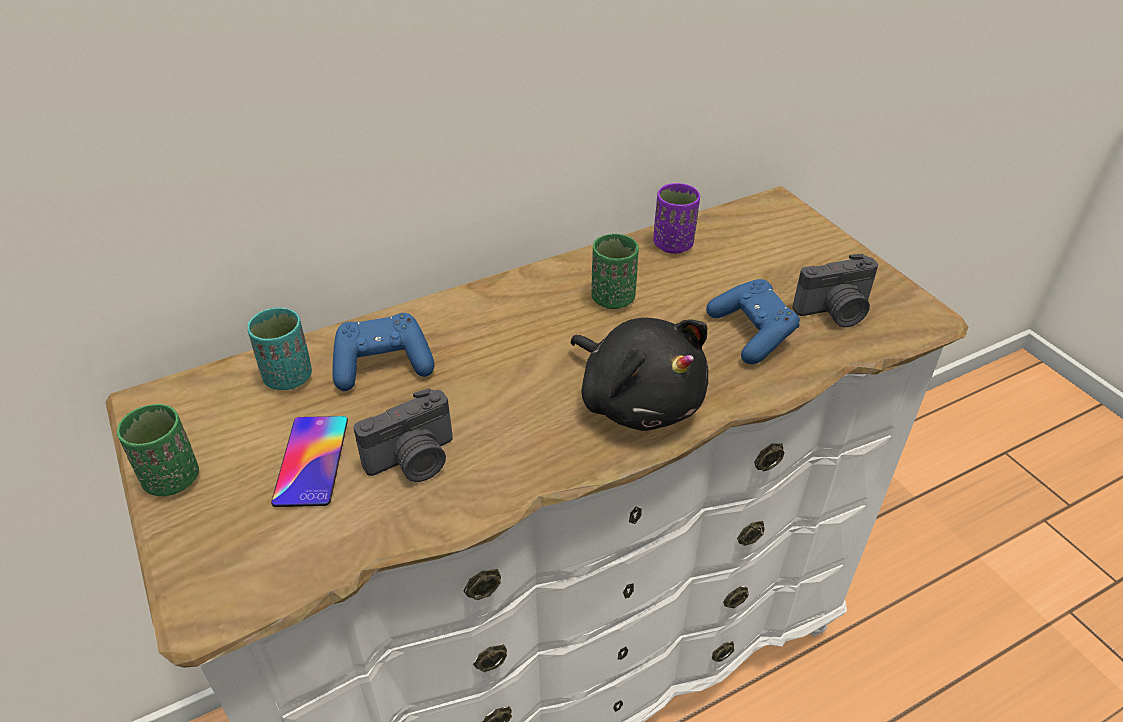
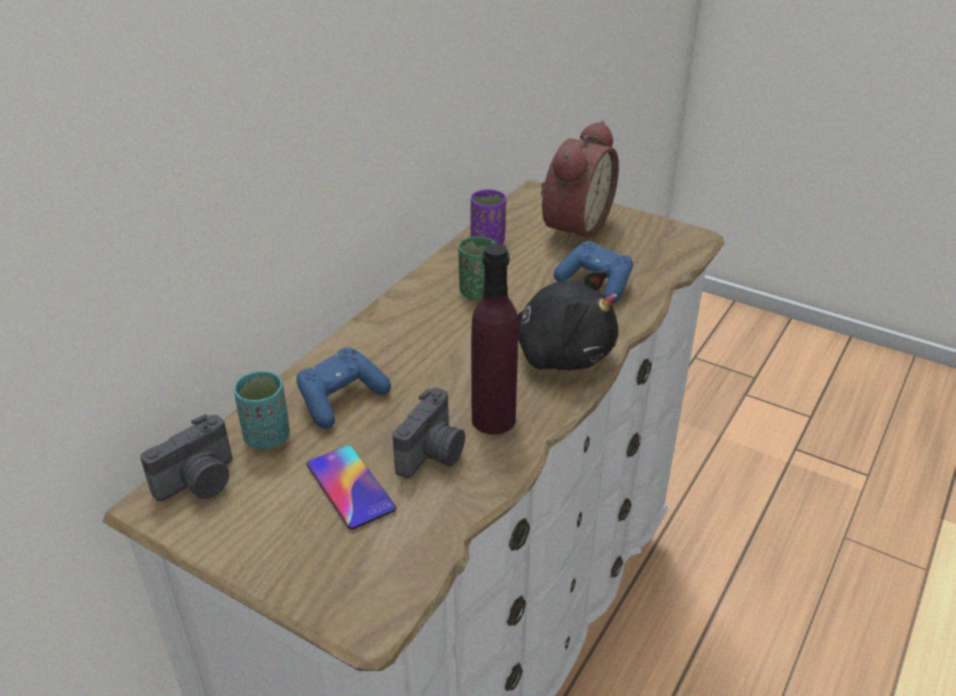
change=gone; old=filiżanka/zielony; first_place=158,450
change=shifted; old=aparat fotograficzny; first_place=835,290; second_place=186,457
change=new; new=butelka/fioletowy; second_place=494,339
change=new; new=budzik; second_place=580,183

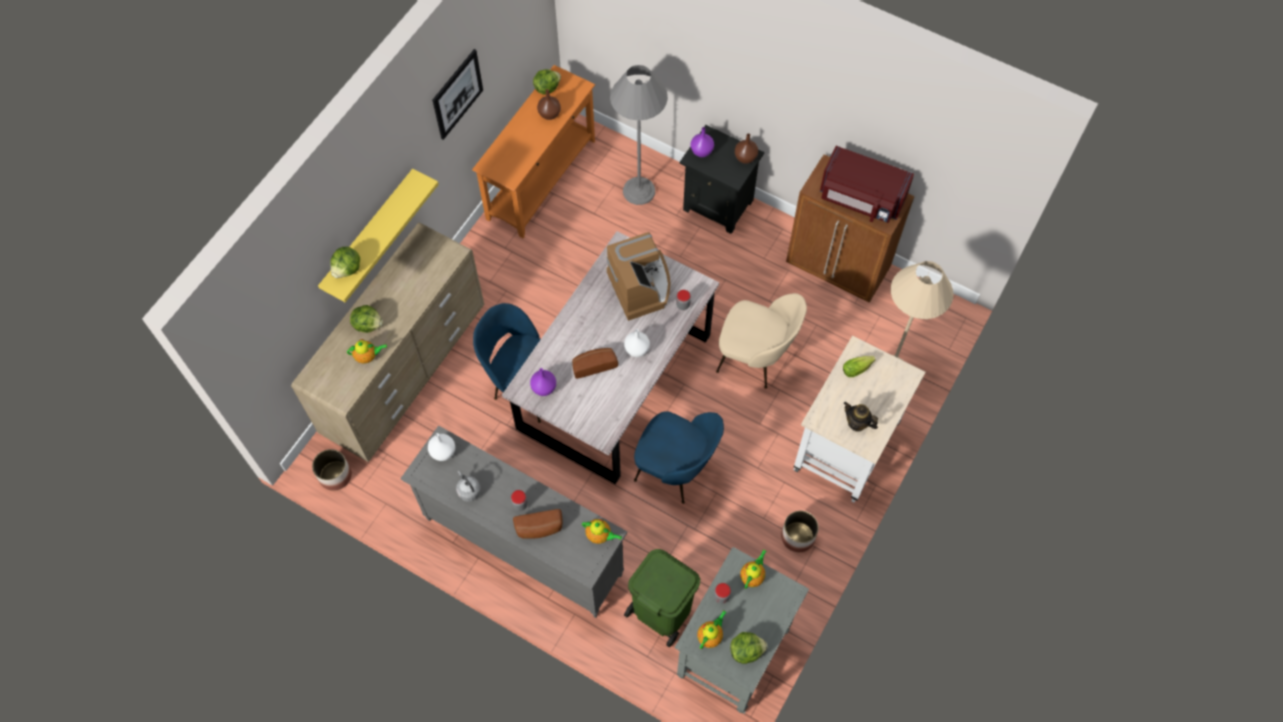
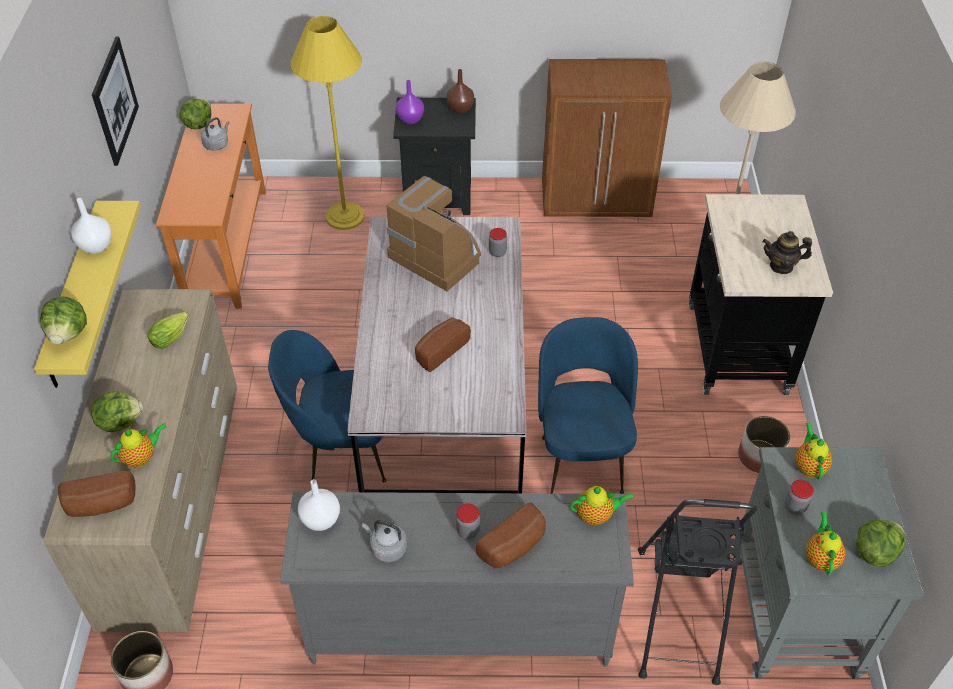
change=gone; old=wazon/fioletowy; first_place=543,382
change=swapped; old=wazon/brązowy; new=czajnik/szary; first_place=549,104; second_place=215,134
change=repainted; old=lampa stojąca/szary; new=lampa stojąca/żółty; first_place=639,135; second_place=328,123
change=shifted; old=wazon/biały; first_place=637,343; second_place=91,226
change=swapped; old=kosz na śmieci/zielony; new=drabinka; first_place=662,598; second_place=697,592
change=rotated; old=krzesło/niebieski; first_place=679,457; second_place=588,405; degrees=-90
change=gone; old=krzesło/beżowy; first_place=761,341
change=repainted; old=wózek/biały; new=wózek/czarny; first_place=859,418; second_place=761,294
change=gone; old=mikrofalówka/czerwony; first_place=867,184
change=shifted; old=sałata; first_place=859,366; second_place=168,330
change=new; new=chleb; second_place=96,494

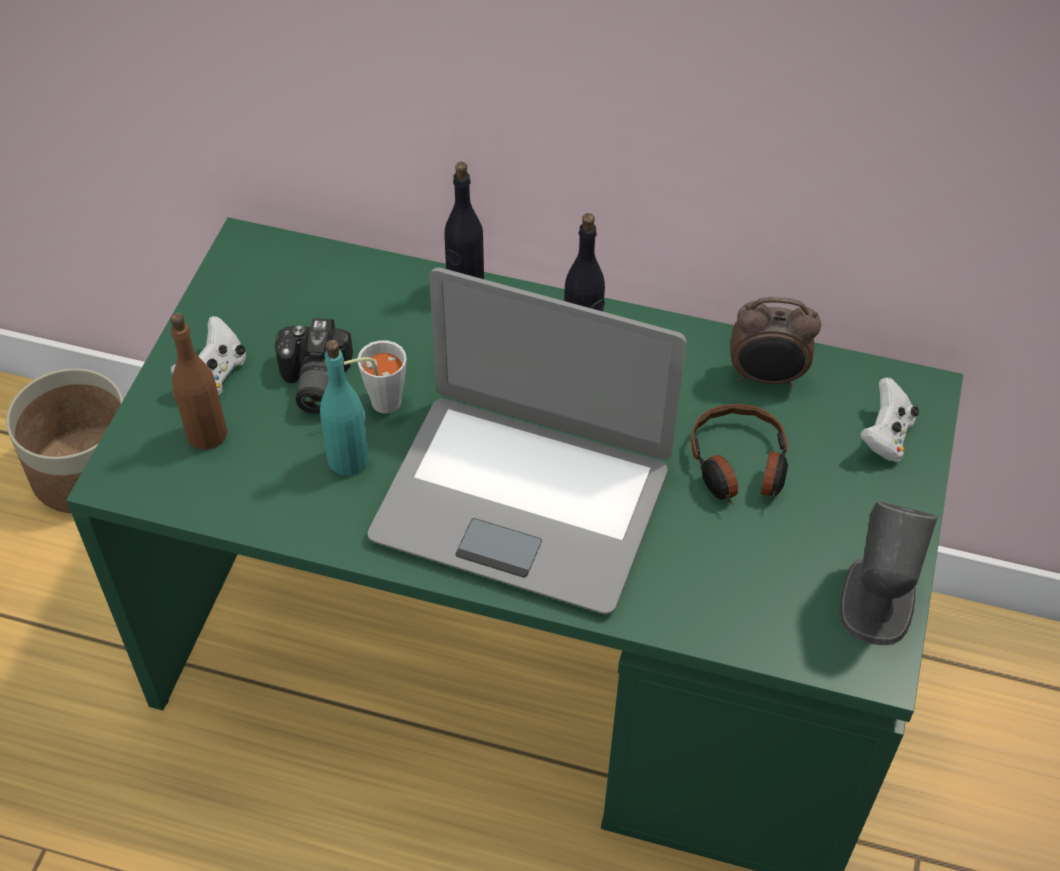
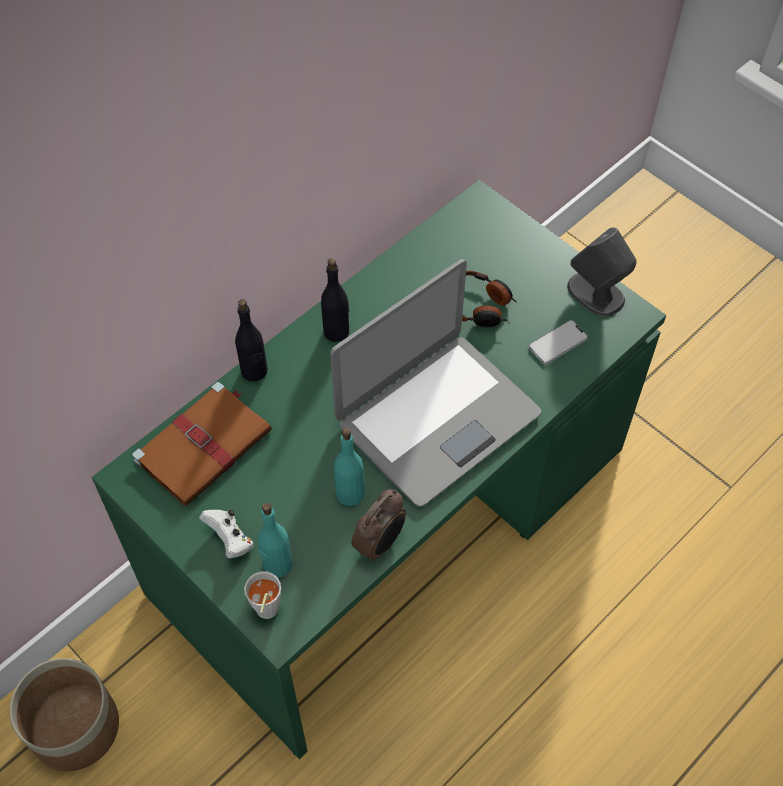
change=repainted; old=butelka/brązowy; new=butelka/turkusowy; first_place=198,381; second_place=275,540
change=gone; old=aparat fotograficzny; first_place=314,366
change=shifted; old=filiżanka/szary; first_place=375,377; second_place=262,595
change=shifted; old=budzik; first_place=775,342; second_place=379,525
change=gone; old=pad do gier/biały; first_place=889,420
change=new; new=książka/brązowy; second_place=202,444
change=new; new=telefon; second_place=558,342

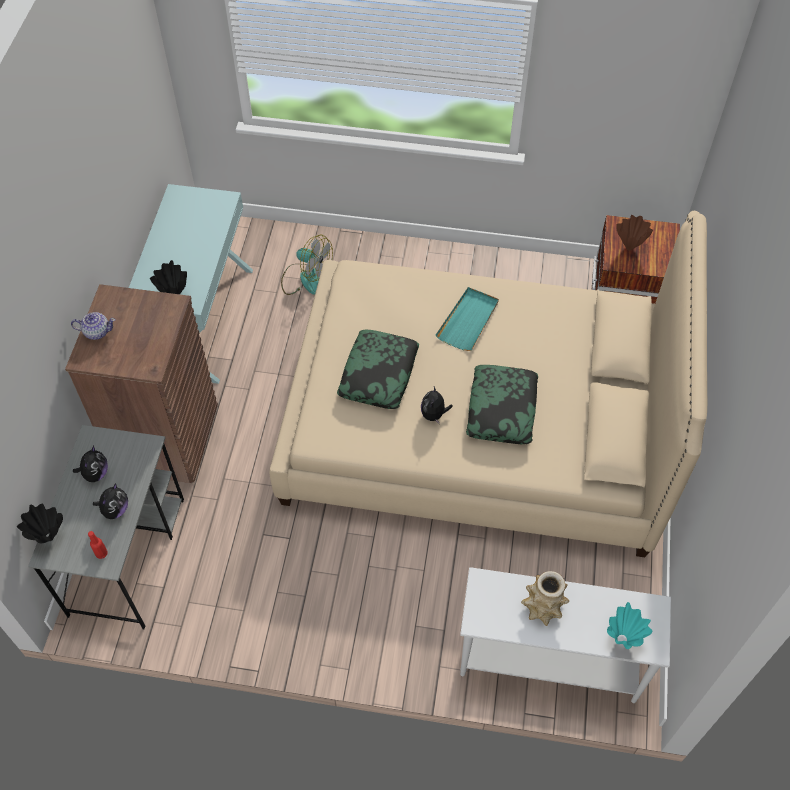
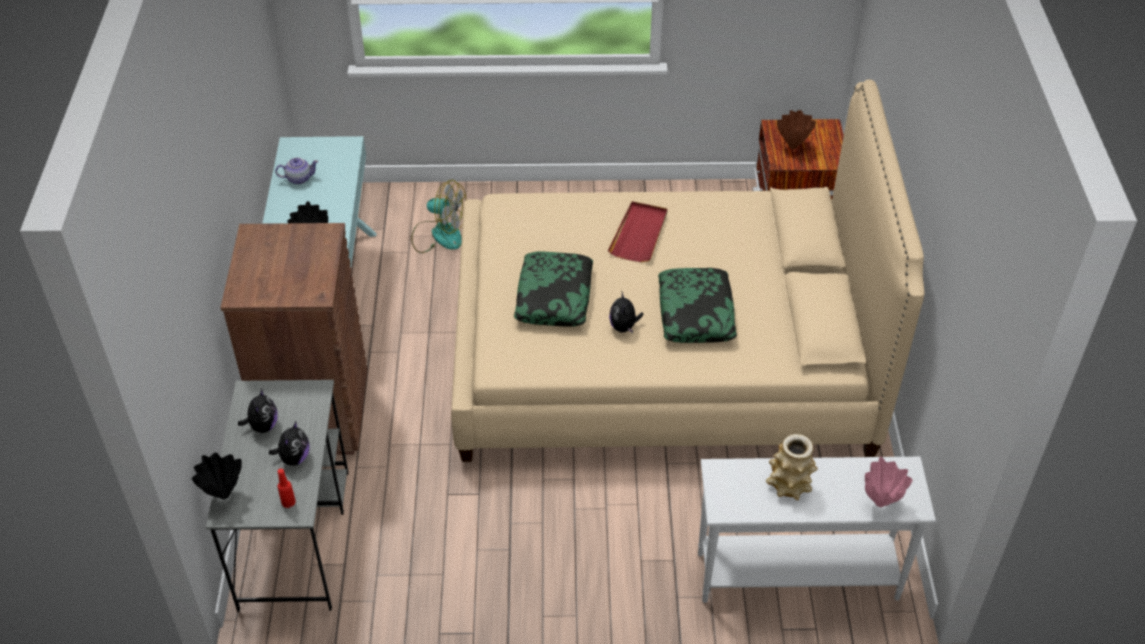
change=shifted; old=imbryk; first_place=93,326; second_place=297,171
change=repainted; old=taca/turkusowy; new=taca/czerwony; first_place=467,319; second_place=637,231
change=repainted; old=wazon/turkusowy; new=wazon/różowy; first_place=629,625; second_place=889,482

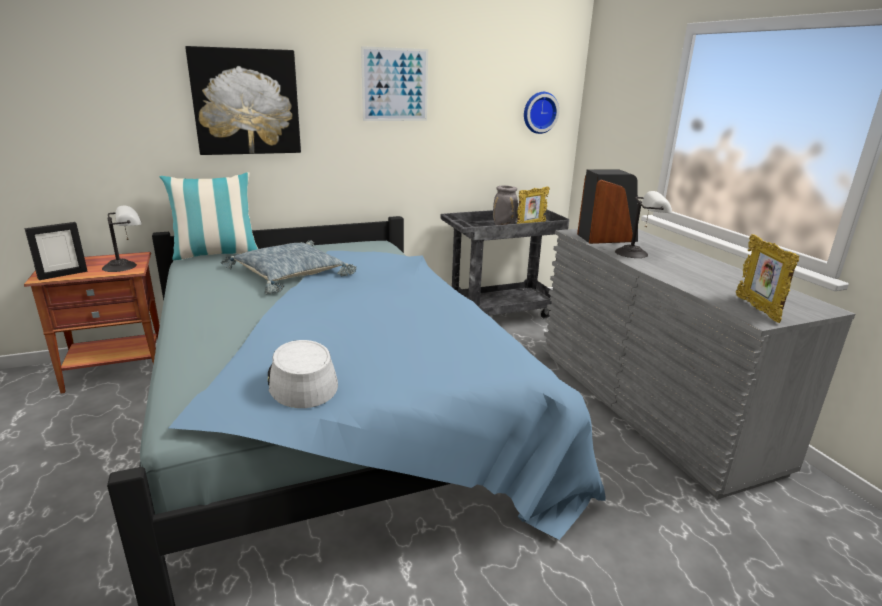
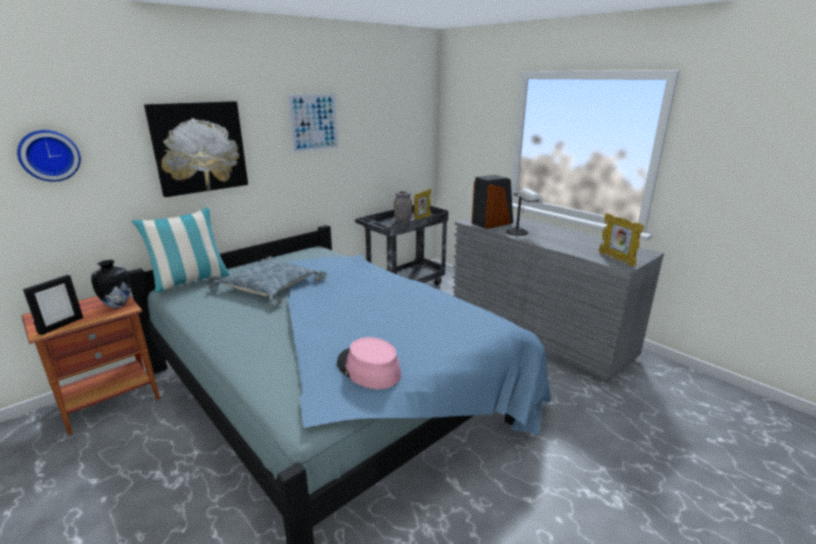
change=swapped; old=lampa stołowa; new=wazon; first_place=122,239; second_place=111,284
change=repainted; old=kapelusz/szary; new=kapelusz/różowy; first_place=303,374; second_place=369,363
change=shifted; old=zegar ścienny; first_place=541,113; second_place=49,156

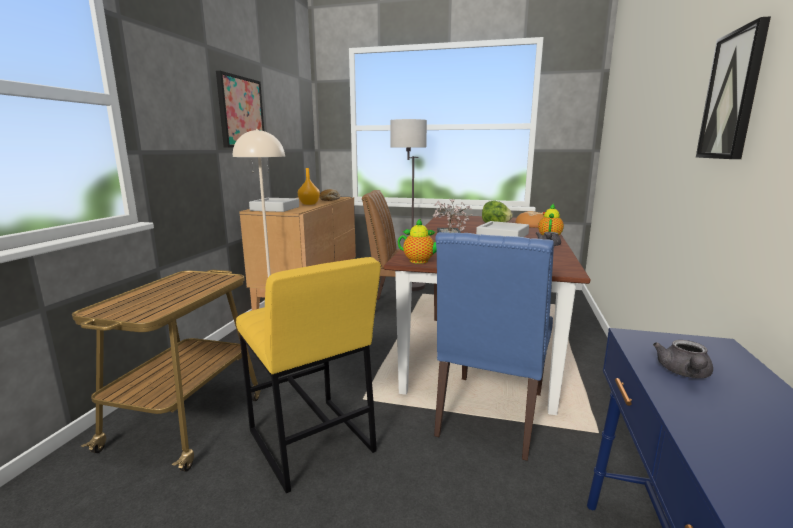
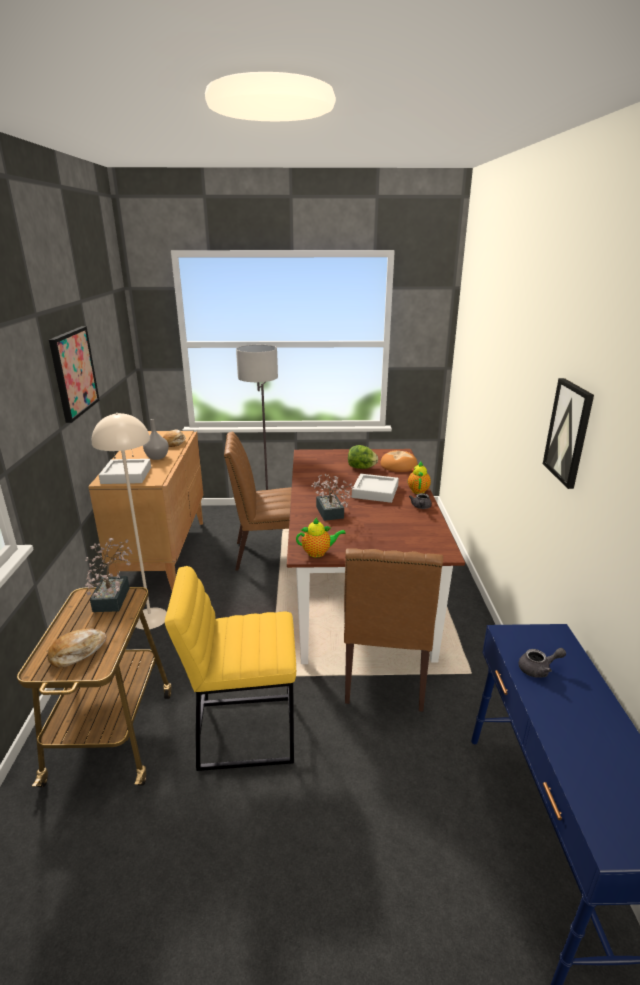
change=rotated; old=krzesło/żółty; first_place=308,375; second_place=230,668; degrees=135
change=repainted; old=wazon/pomarańczowy; new=wazon/szary; first_place=309,186; second_place=156,439
change=repainted; old=krzesło/niebieski; new=krzesło/brązowy; first_place=494,346; second_place=393,630
change=rotated; old=imbryk/szary; first_place=683,359; second_place=542,663; degrees=-105
change=new; new=chleb; second_place=77,648
change=new; new=roślina doniczkowa; second_place=109,575

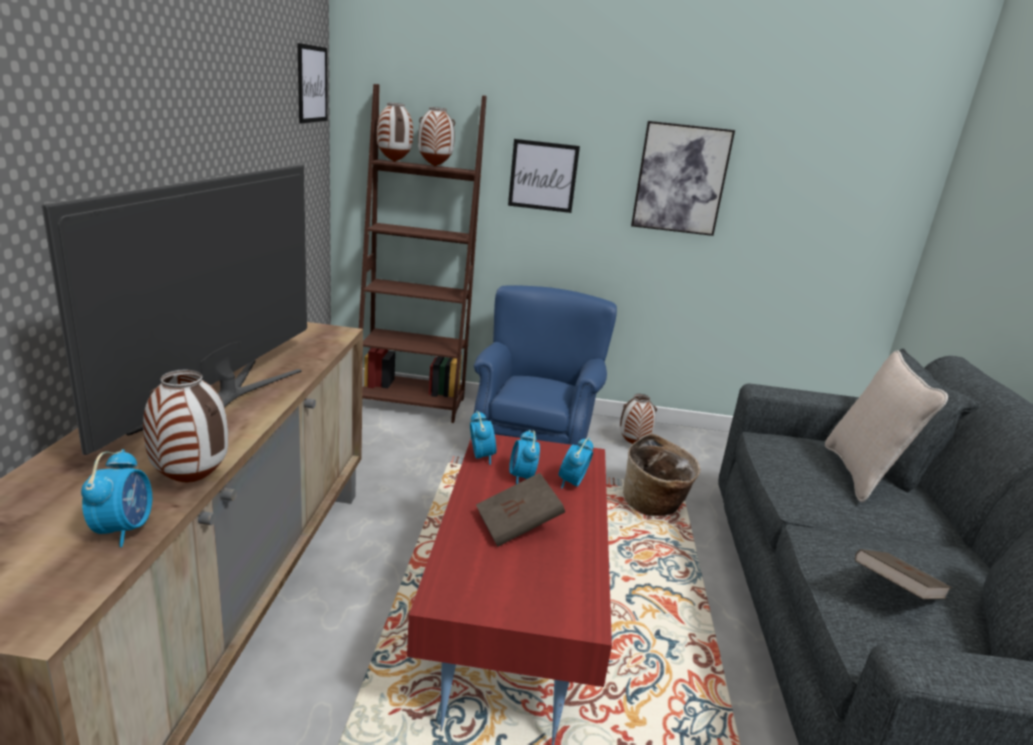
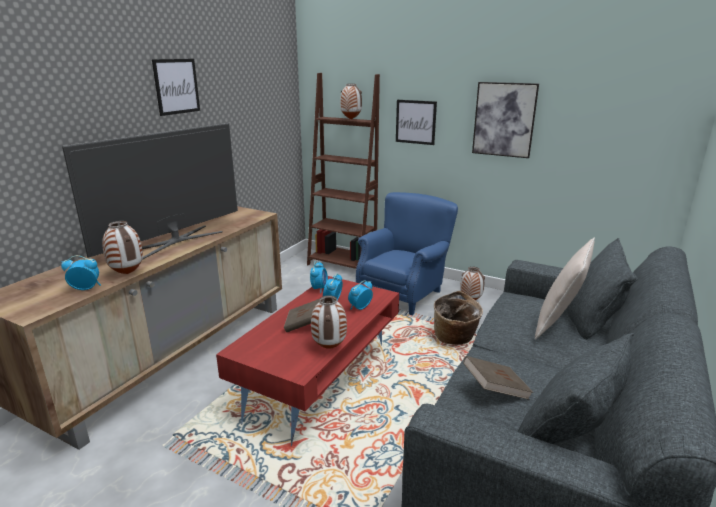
change=rotated; old=budzik; first_place=116,498; second_place=81,272; degrees=-120
change=shifted; old=obraz; first_place=312,83; second_place=176,87
change=shifted; old=wazon; first_place=395,132; second_place=329,322

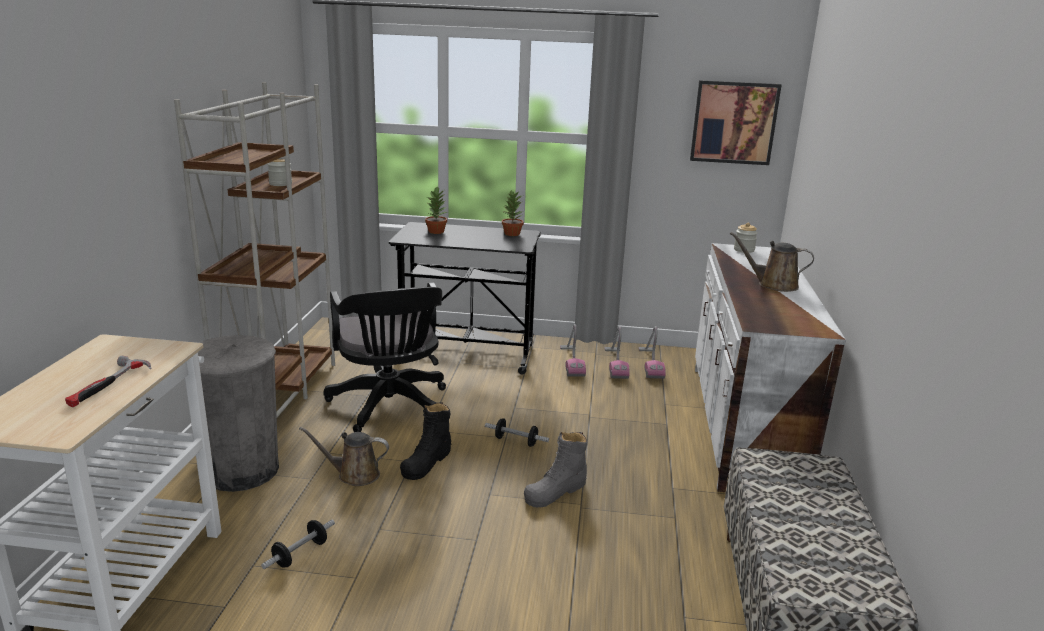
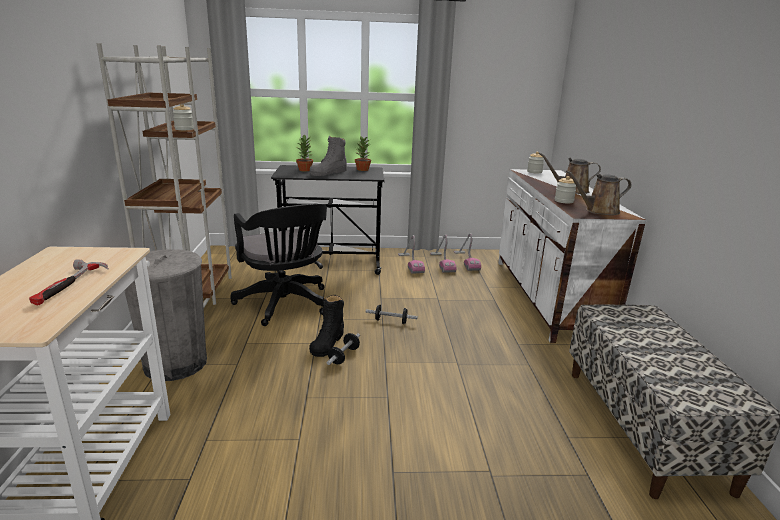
change=shifted; old=hantel; first_place=298,544; second_place=343,349
change=shifted; old=konewka/brązowy; first_place=344,456; second_place=599,192
change=shifted; old=but z cholewką/szary; first_place=555,470; second_place=328,156
change=gone; old=obraz; first_place=735,122
change=new; new=słoik; second_place=565,190

